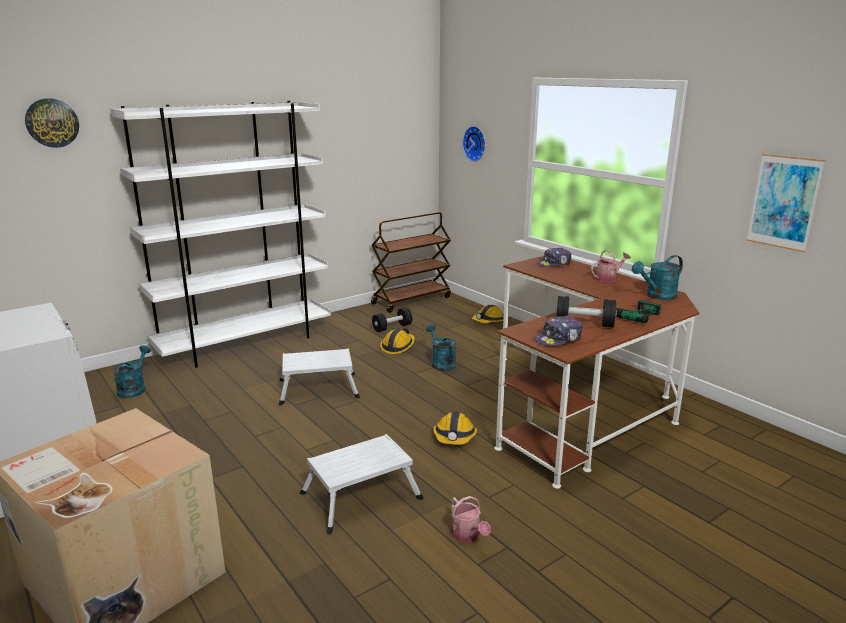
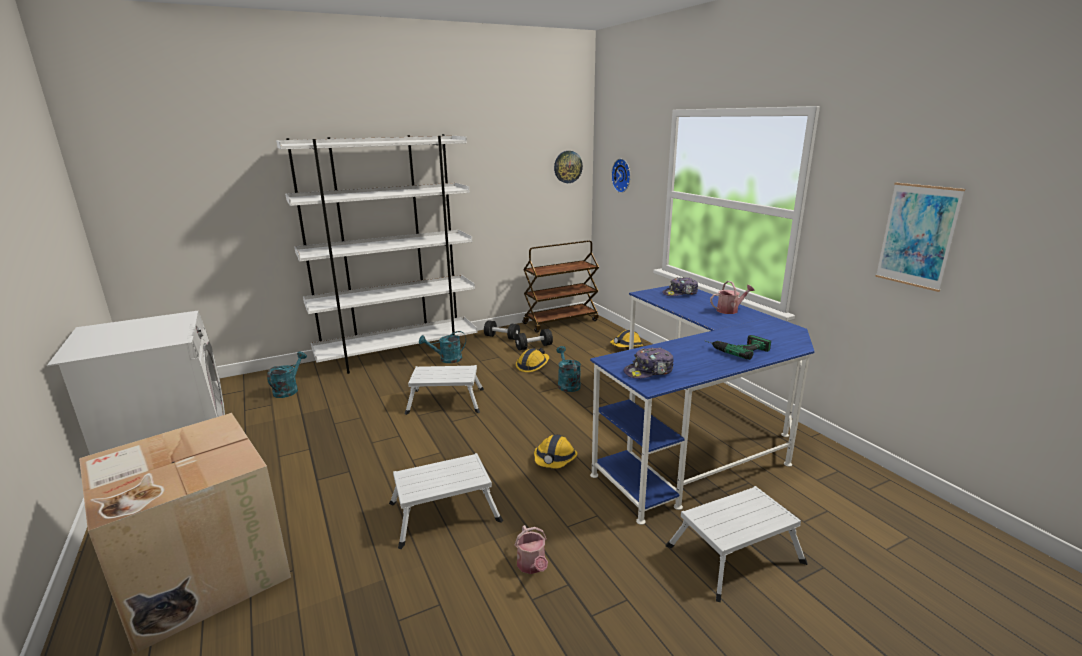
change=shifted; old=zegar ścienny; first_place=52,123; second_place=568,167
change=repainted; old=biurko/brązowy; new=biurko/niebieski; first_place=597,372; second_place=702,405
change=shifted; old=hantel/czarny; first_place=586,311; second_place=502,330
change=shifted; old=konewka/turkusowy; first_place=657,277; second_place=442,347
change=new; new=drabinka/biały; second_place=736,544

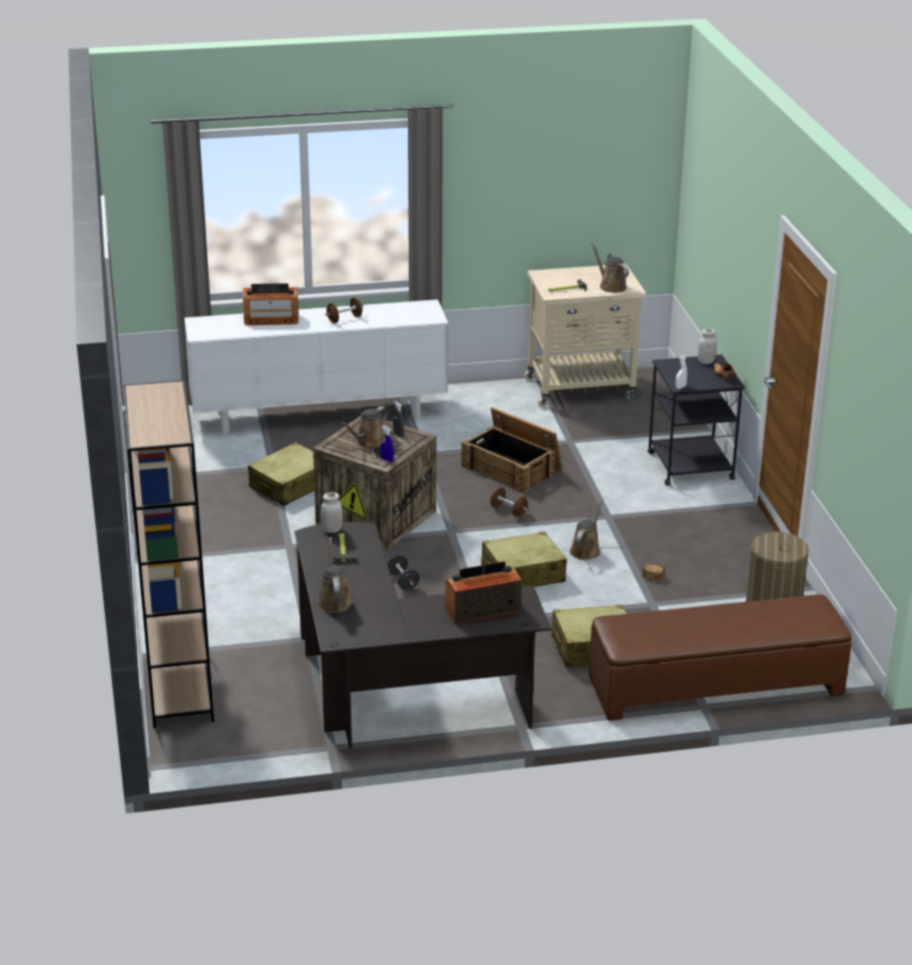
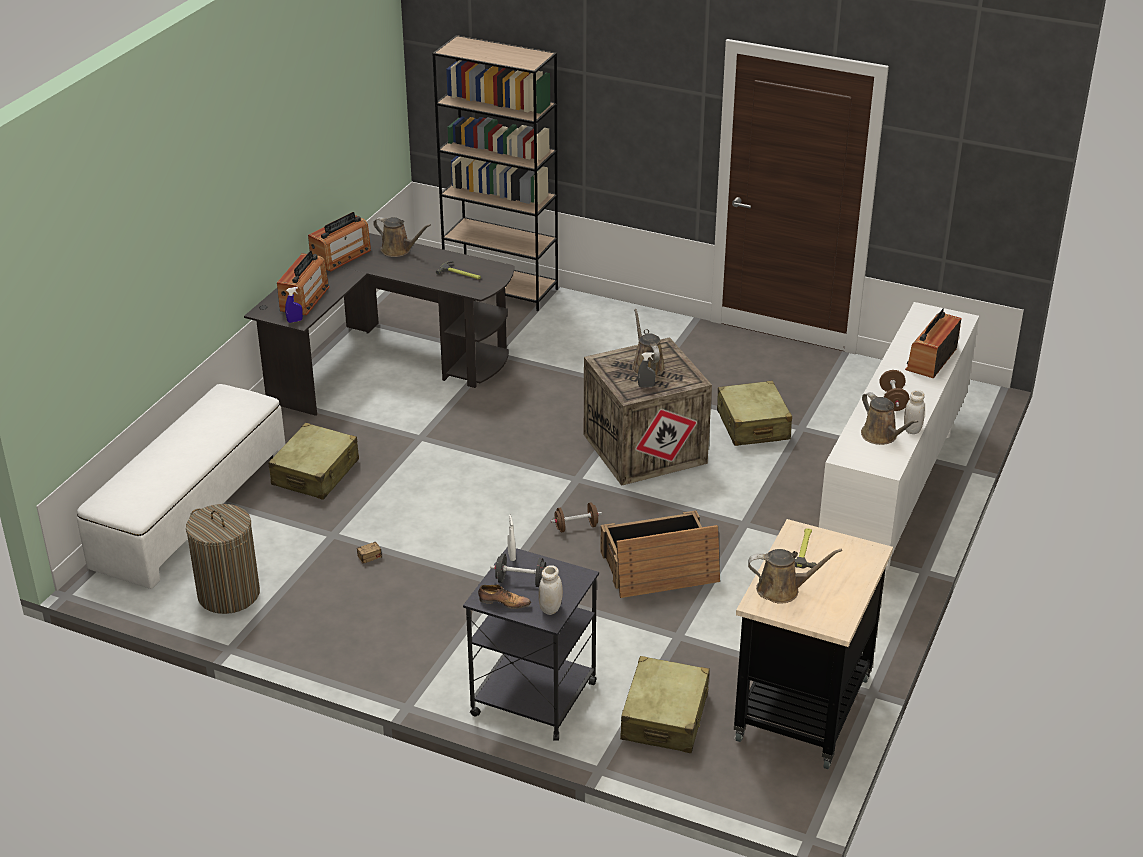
change=shifted; old=słoik/biały; first_place=332,512; second_place=914,412
change=shifted; old=spryskiwacz/niebieski; first_place=387,444; second_place=294,305
change=shifted; old=hantel/czarny; first_place=403,572; second_place=518,570
change=shifted; old=walizka/beżowy; first_place=524,559; second_place=665,704
change=repainted; old=wózek/beżowy; new=wózek/czarny; first_place=585,336; second_place=813,644
change=shifted; old=konewka/brązowy; first_place=586,529; second_place=889,418
change=repainted; old=ławka/brązowy; new=ławka/biały; first_place=720,657; second_place=181,486
change=new; new=radio; second_place=339,242

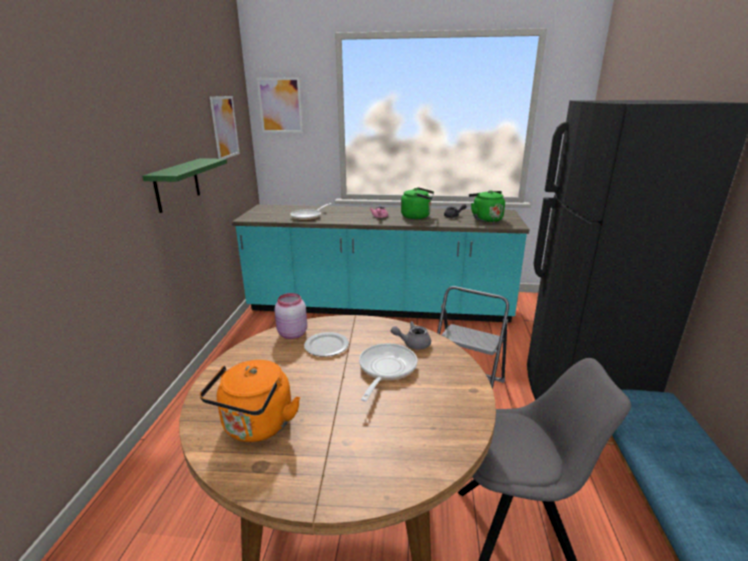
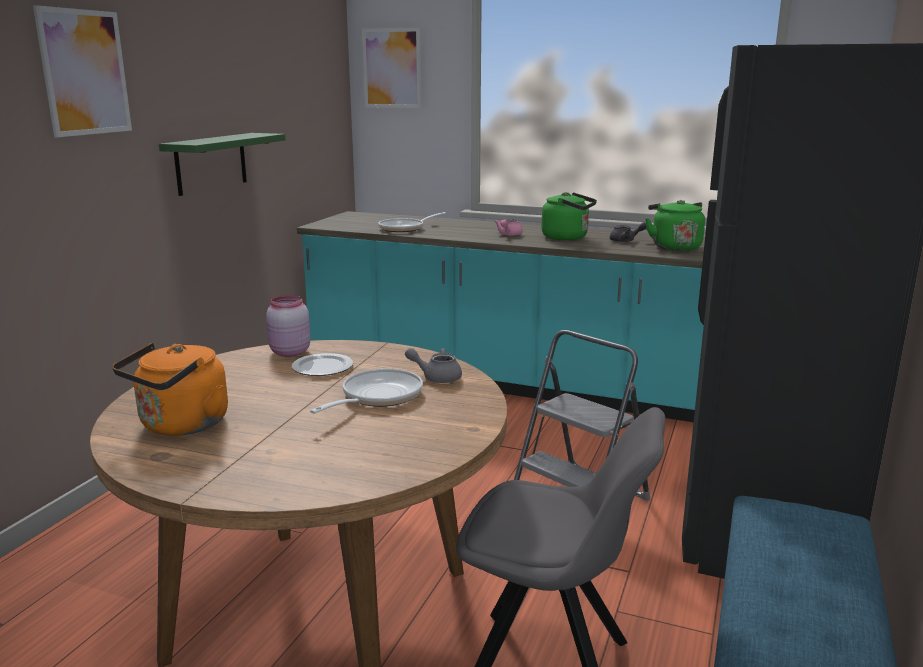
change=shifted; old=obraz; first_place=225,127; second_place=82,71

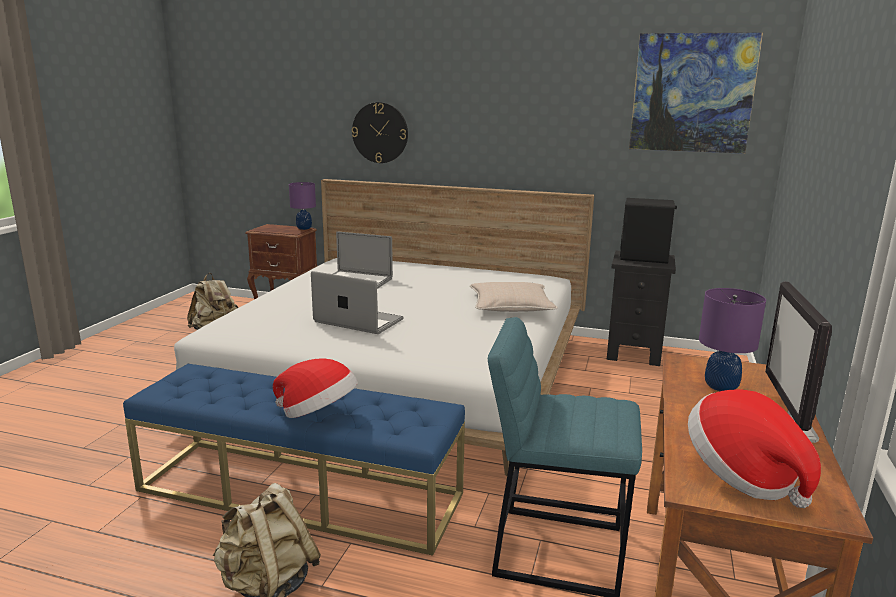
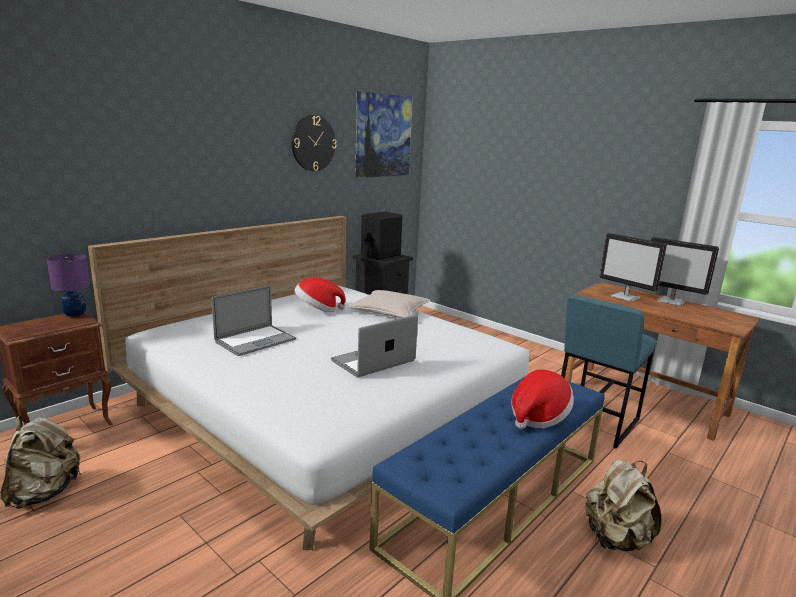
change=shifted; old=zegar ścienny; first_place=380,132; second_place=314,143
change=shifted; old=kapelusz; first_place=754,448; second_place=320,294
change=swapped; old=lampa stołowa/fioletowy; new=monitor; first_place=732,339; second_place=633,267

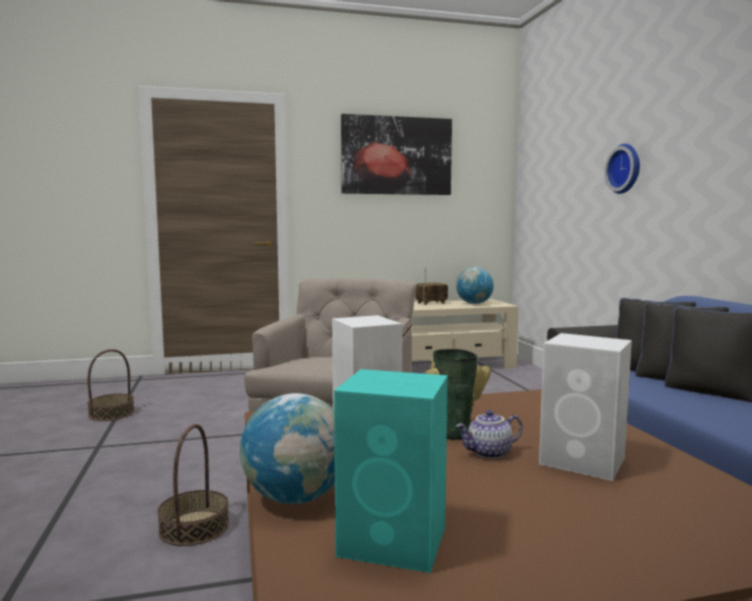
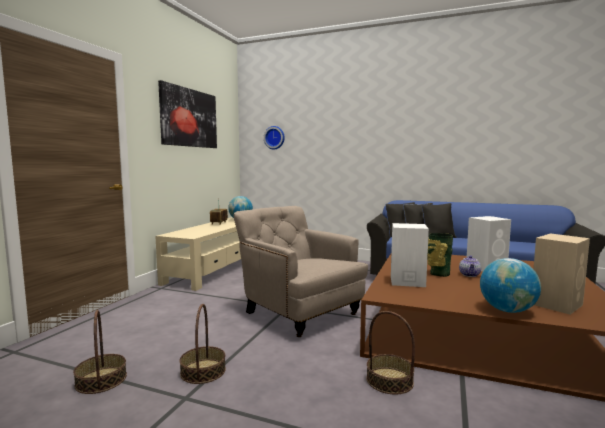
change=repainted; old=głośnik/turkusowy; new=głośnik/beżowy; first_place=391,471; second_place=561,274
change=shifted; old=zegar ścienny; first_place=622,169; second_place=274,137
change=new; new=koszyk; second_place=203,344

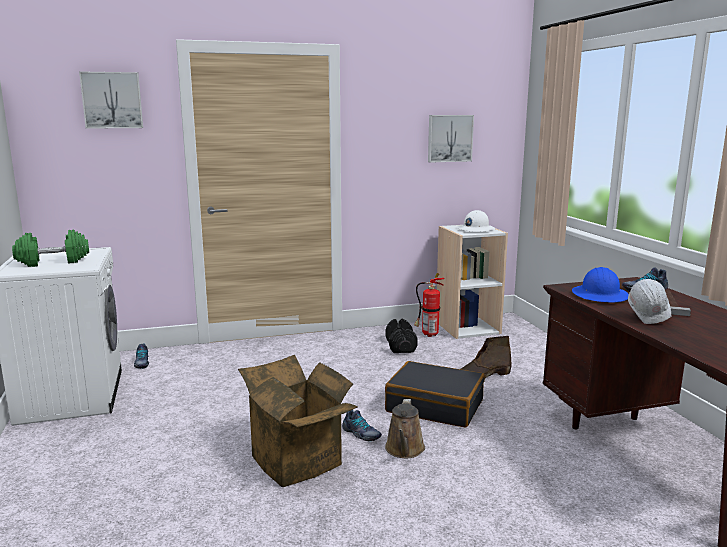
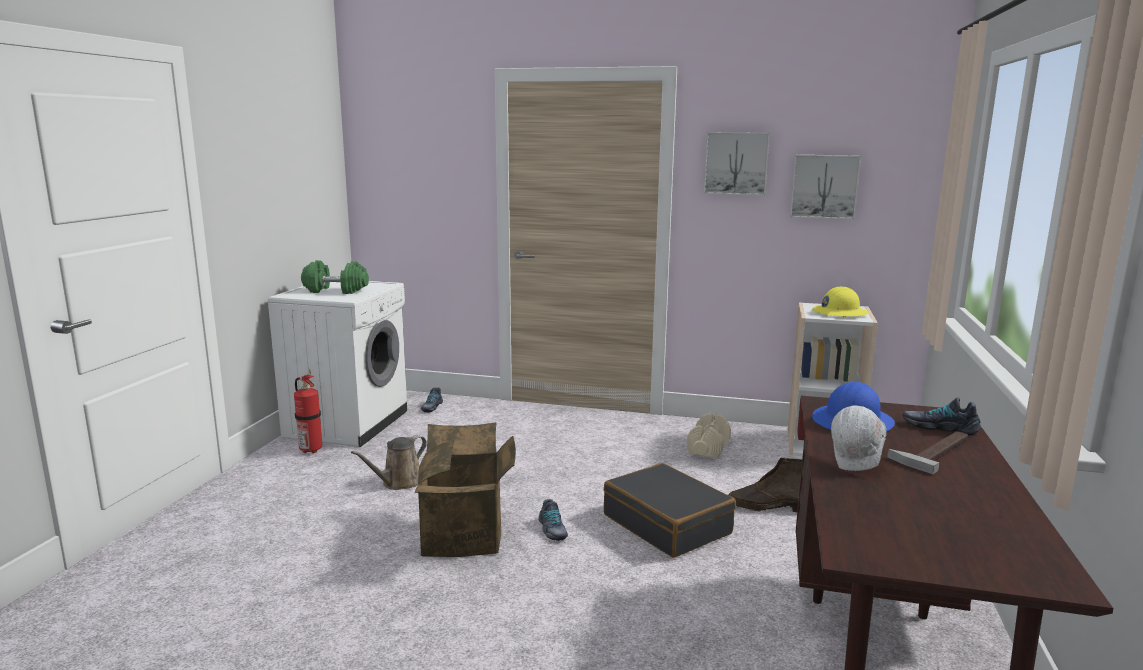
change=shifted; old=obraz; first_place=111,100; second_place=737,163
change=shifted; old=konewka/brązowy; first_place=405,428; second_place=389,462
change=repainted; old=hantel/czarny; new=hantel/beżowy; first_place=402,336; second_place=709,436
change=shifted; old=gaśnica; first_place=429,305; second_place=308,411
change=repainted; old=kask/biały; new=kask/żółty; first_place=476,221; second_place=840,302

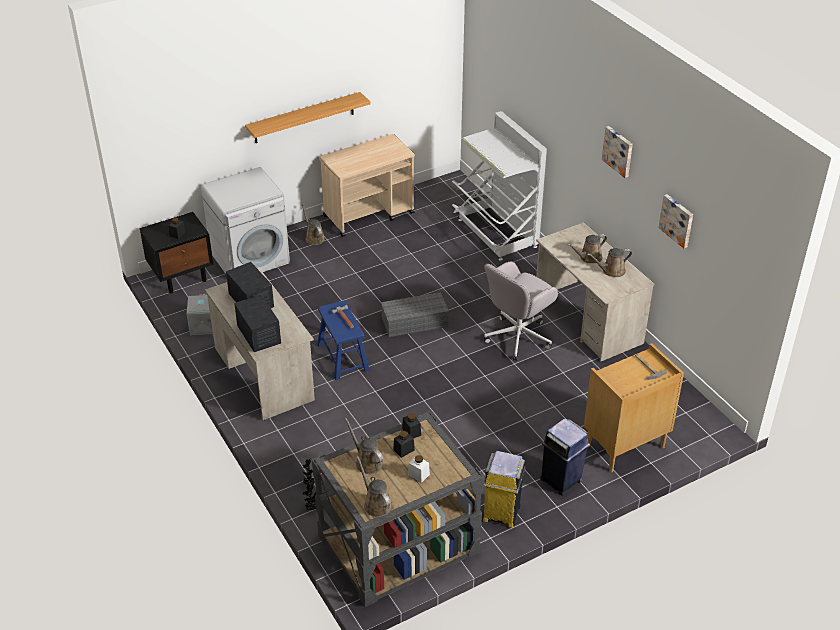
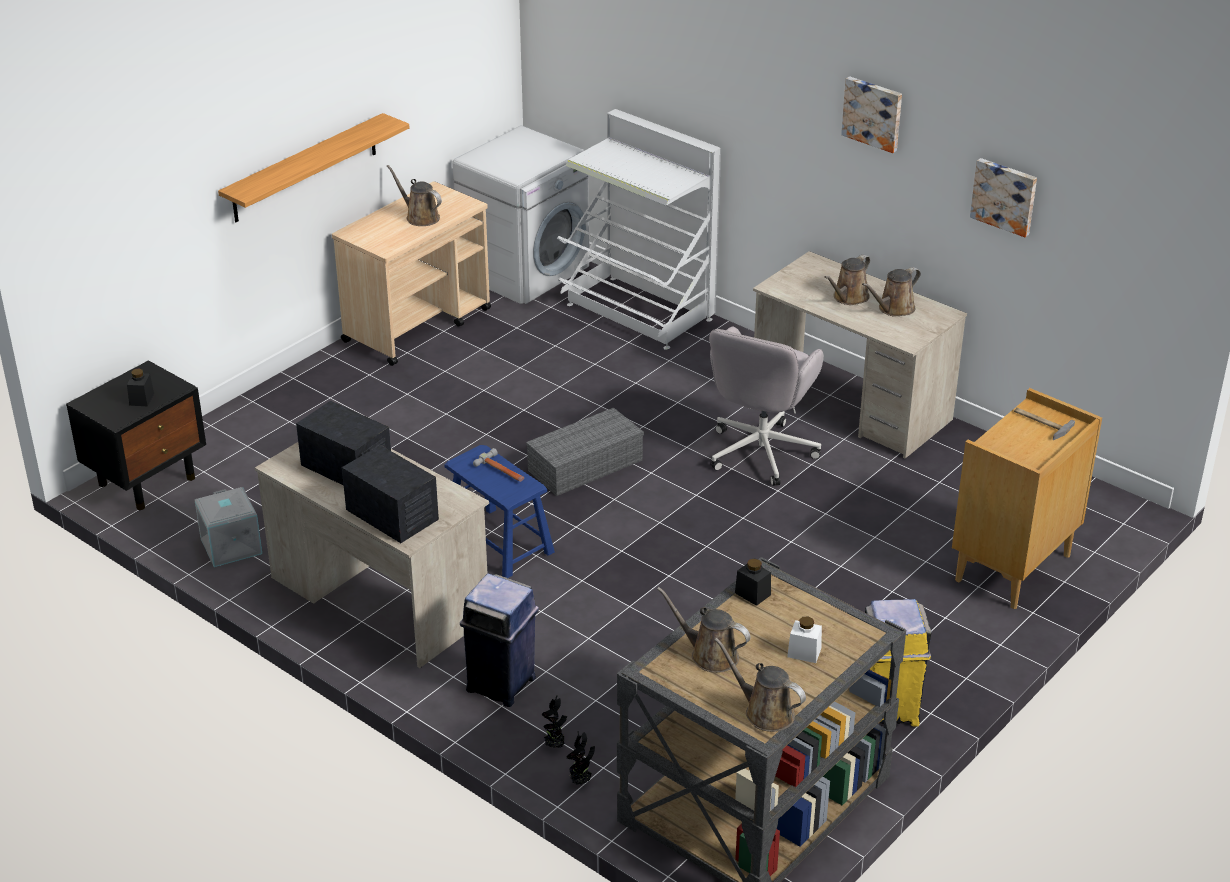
change=shifted; old=pralka/biały; first_place=245,220; second_place=520,214
change=shifted; old=konewka/brązowy; first_place=313,225; second_place=414,195
change=gone; old=słoik/czarny; first_place=404,444
change=shifted; old=kosz na śmieci/niebieski; first_place=565,456; second_place=499,640

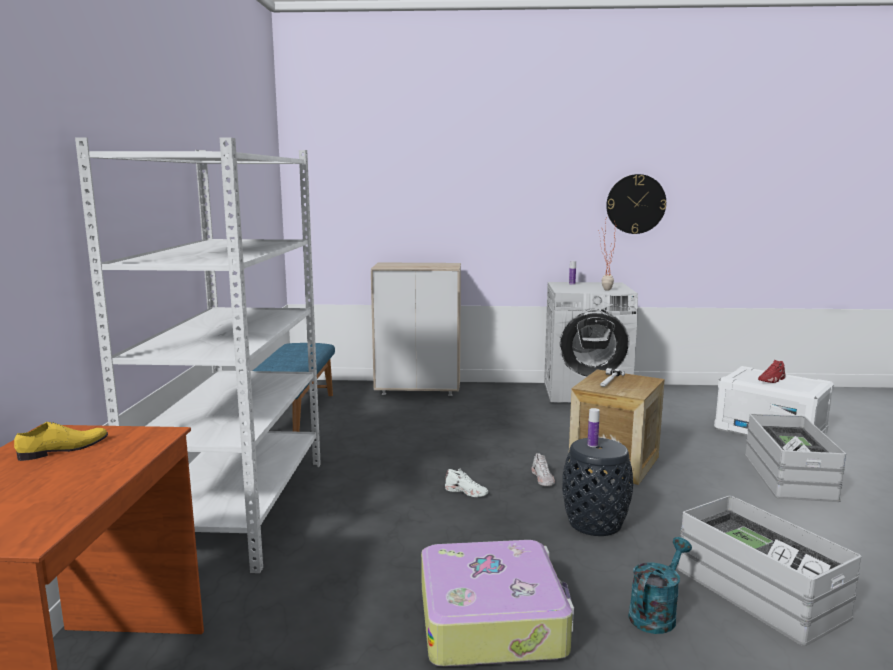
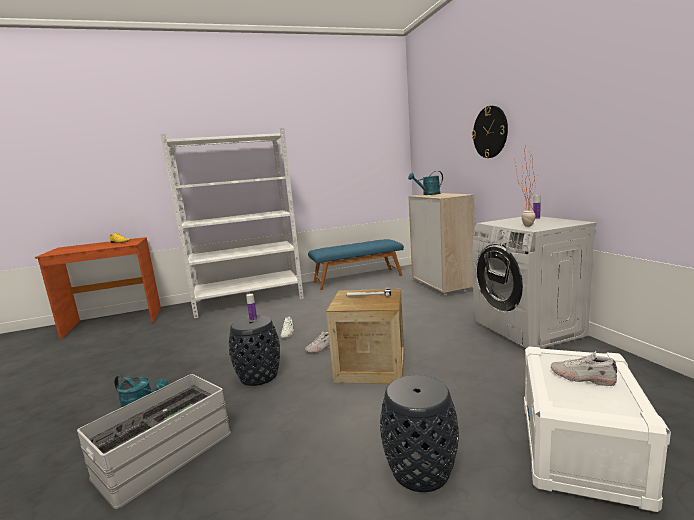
change=gone; old=walizka; first_place=497,603
change=shifted; old=zegar ścienny; first_place=636,204; second_place=490,132
change=swapped; old=pojemnik do przechowywania/szary; new=stołek/czarny; first_place=795,458; second_place=419,433
change=repainted; old=but/czerwony; new=but/biały; first_place=772,371; second_place=584,368
change=new; new=konewka/turkusowy; second_place=425,183

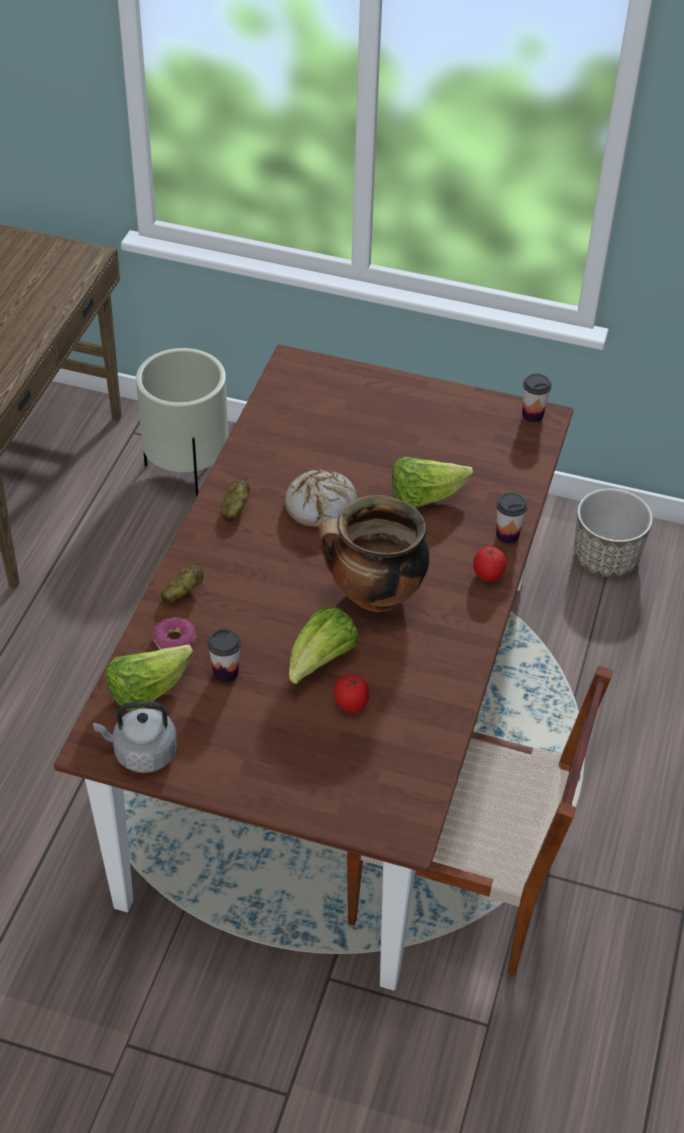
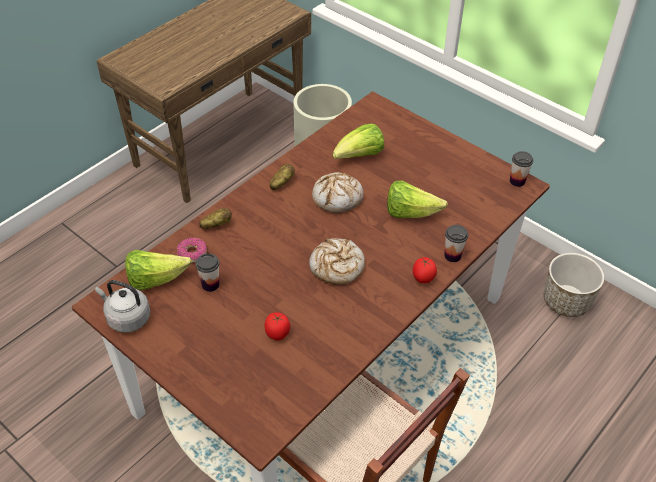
change=shifted; old=sałata; first_place=324,645; second_place=358,141
change=swapped; old=garnek; new=chleb; first_place=373,553; second_place=337,262

